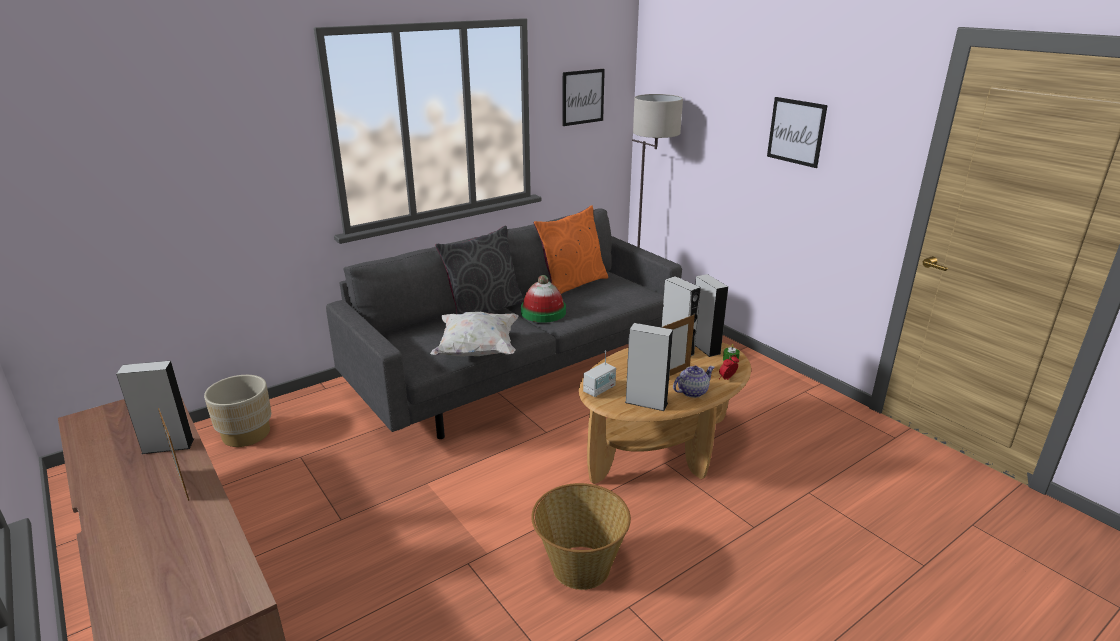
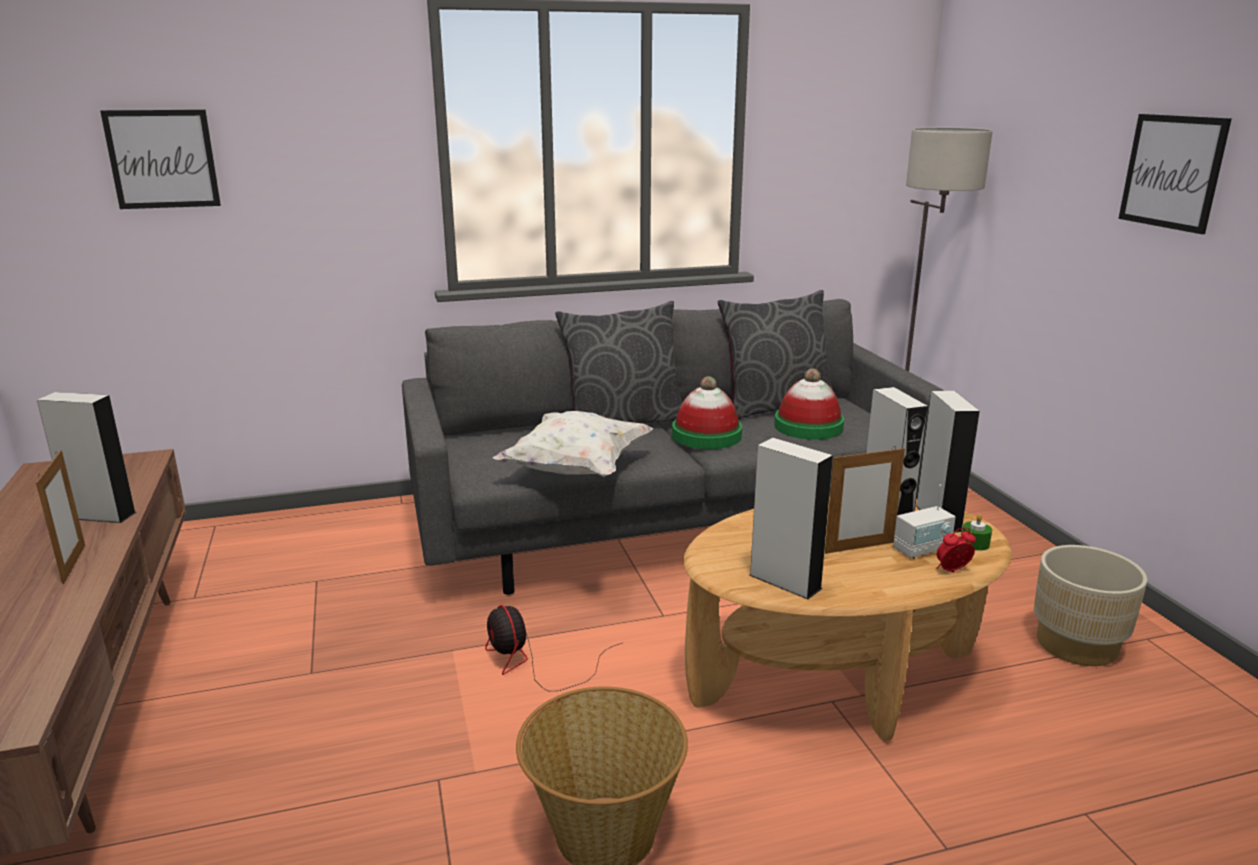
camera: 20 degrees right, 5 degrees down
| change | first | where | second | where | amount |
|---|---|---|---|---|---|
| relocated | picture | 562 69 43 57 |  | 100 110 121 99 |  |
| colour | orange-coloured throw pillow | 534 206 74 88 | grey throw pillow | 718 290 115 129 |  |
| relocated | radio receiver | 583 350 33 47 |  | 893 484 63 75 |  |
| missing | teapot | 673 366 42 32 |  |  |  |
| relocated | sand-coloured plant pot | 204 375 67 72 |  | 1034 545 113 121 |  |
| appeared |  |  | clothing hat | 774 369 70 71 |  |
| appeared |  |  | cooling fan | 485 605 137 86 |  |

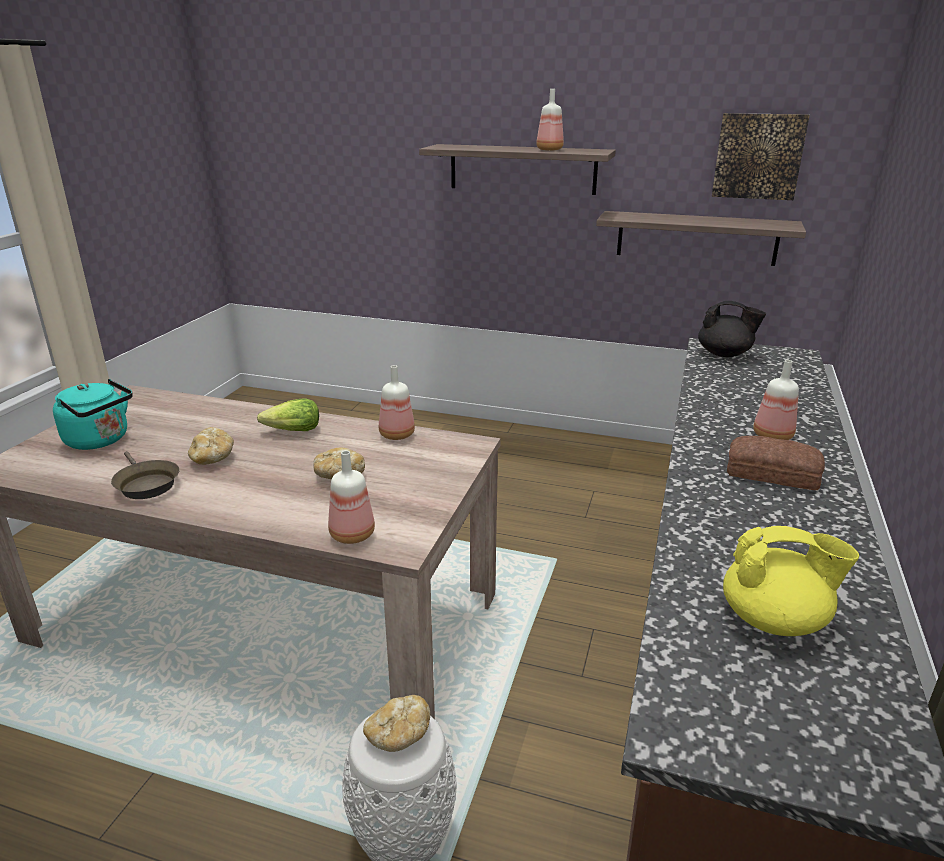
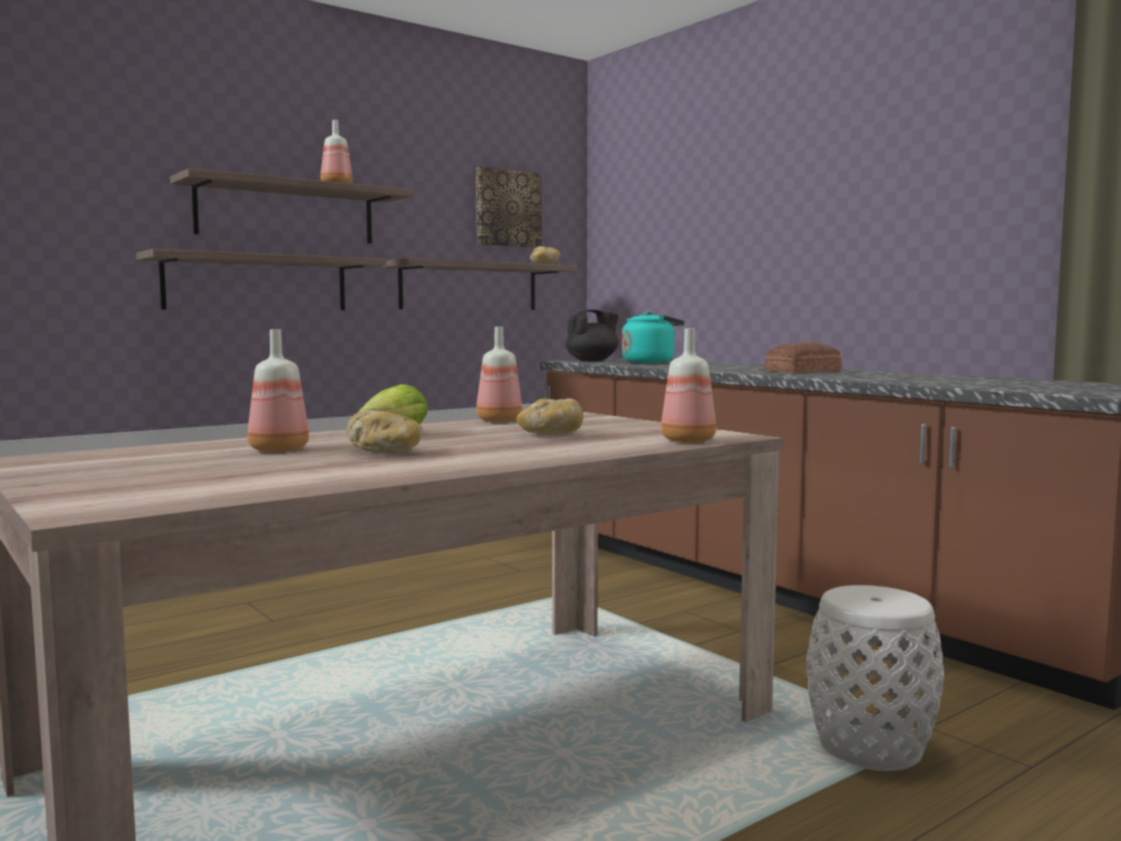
camera: 55 degrees left, 20 degrees down
| change | first | where | second | where | amount |
|---|---|---|---|---|---|
| relocated | bottle | 753 360 46 80 |  | 248 329 61 123 |  |
| relocated | turquoise-coloured water kettle | 53 379 80 71 |  | 622 311 63 52 |  |
| missing | brown-coloured pan | 111 451 69 48 |  |  |  |
| missing | yellow-coloured teapot | 723 526 136 110 |  |  |  |
| relocated | baked bread | 363 695 67 57 |  | 530 246 30 18 |  |
| appeared |  |  | wall shelf | 136 249 250 61 |  |

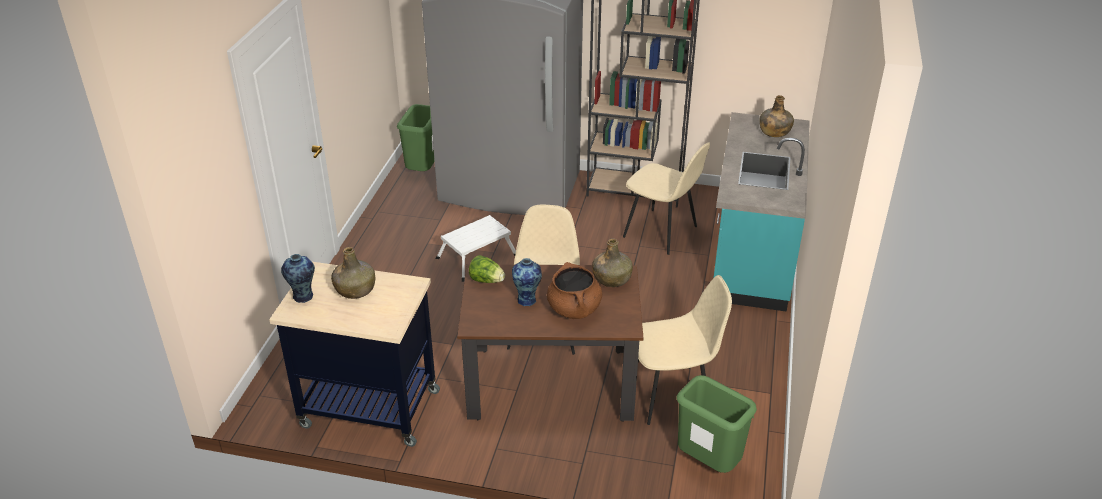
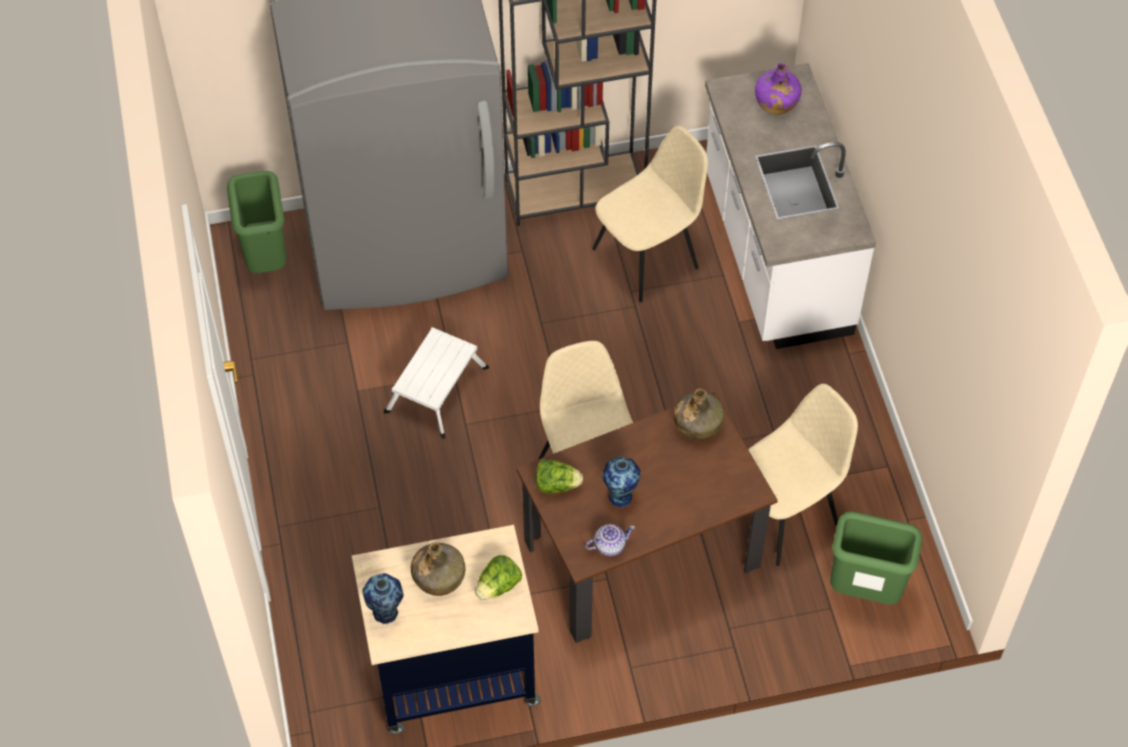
camera: 25 degrees left, 20 degrees up
| change | first | where | second | where | amount |
|---|---|---|---|---|---|
| colour | green-coloured bottle | 759 95 35 42 | purple-coloured bottle | 755 63 46 52 |  |
| colour | turquoise-coloured kitchen base unit | 714 112 96 200 | whitish kitchen base unit | 705 63 171 286 |  |
| spun | sand-coloured plain chair | 623 142 87 113 |  | 592 126 116 176 | 45 degrees counterclockwise |
| missing | brown-coloured cooking pot | 547 262 55 57 |  |  |  |
| appeared |  |  | teapot | 585 524 50 32 |  |
| appeared |  |  | lettuce | 475 555 47 45 |  |

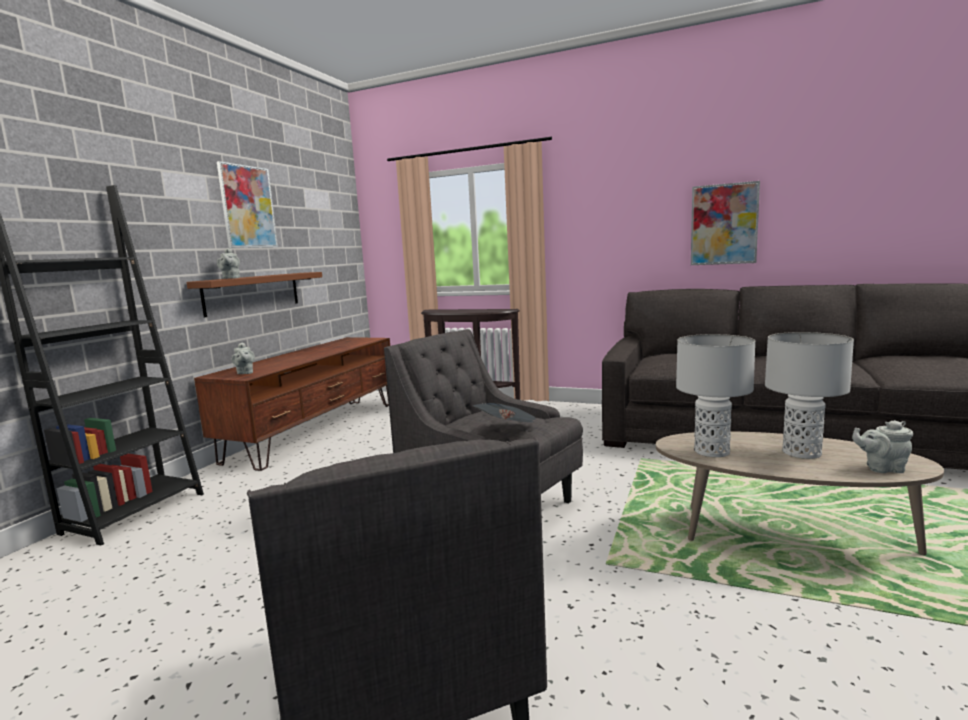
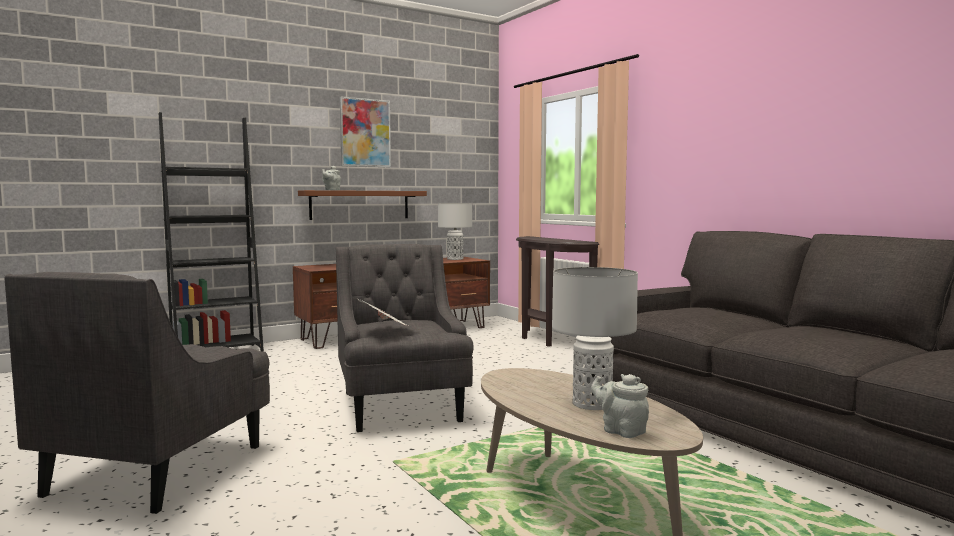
camera: 35 degrees right, 5 degrees down
| change | first | where | second | where | amount |
|---|---|---|---|---|---|
| missing | picture | 691 181 69 84 |  |  |  |
| relocated | whitish table lamp | 676 334 79 123 |  | 438 203 34 57 |  |
| missing | grey teapot | 232 343 23 31 |  |  |  |

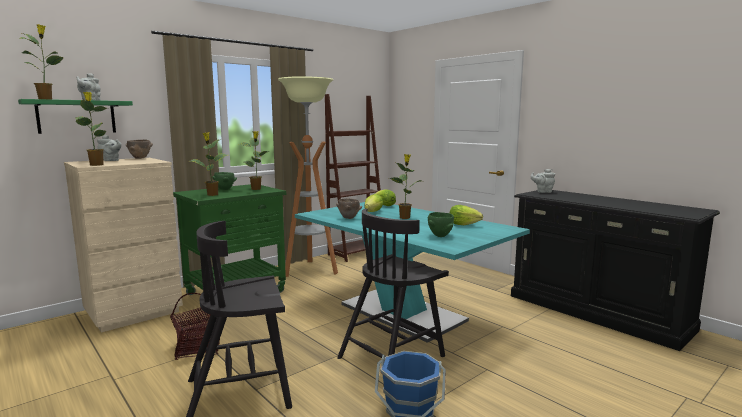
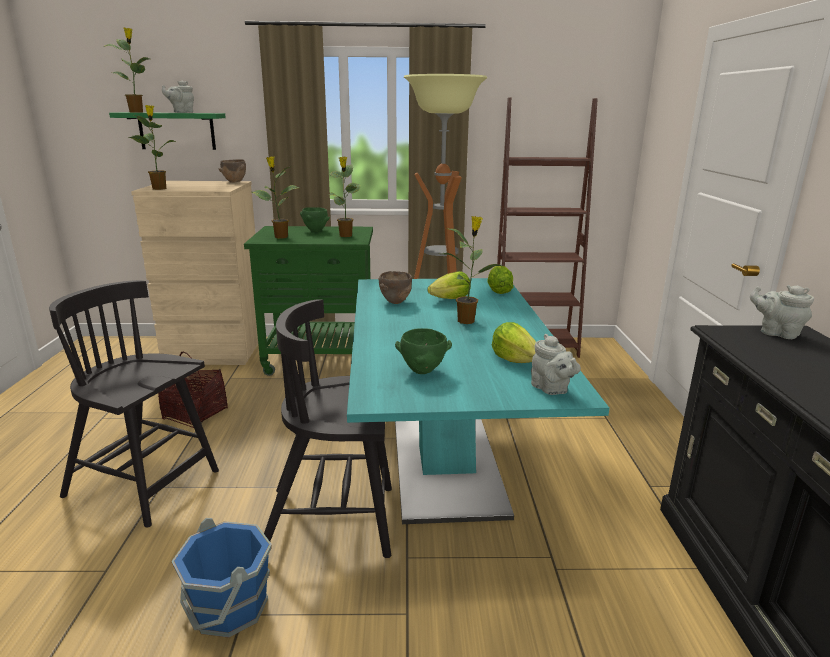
camera: 40 degrees right, 10 degrees up
| change | first | where | second | where | amount |
|---|---|---|---|---|---|
| relocated | grey teapot | 97 135 24 26 |  | 531 334 50 61 |  |

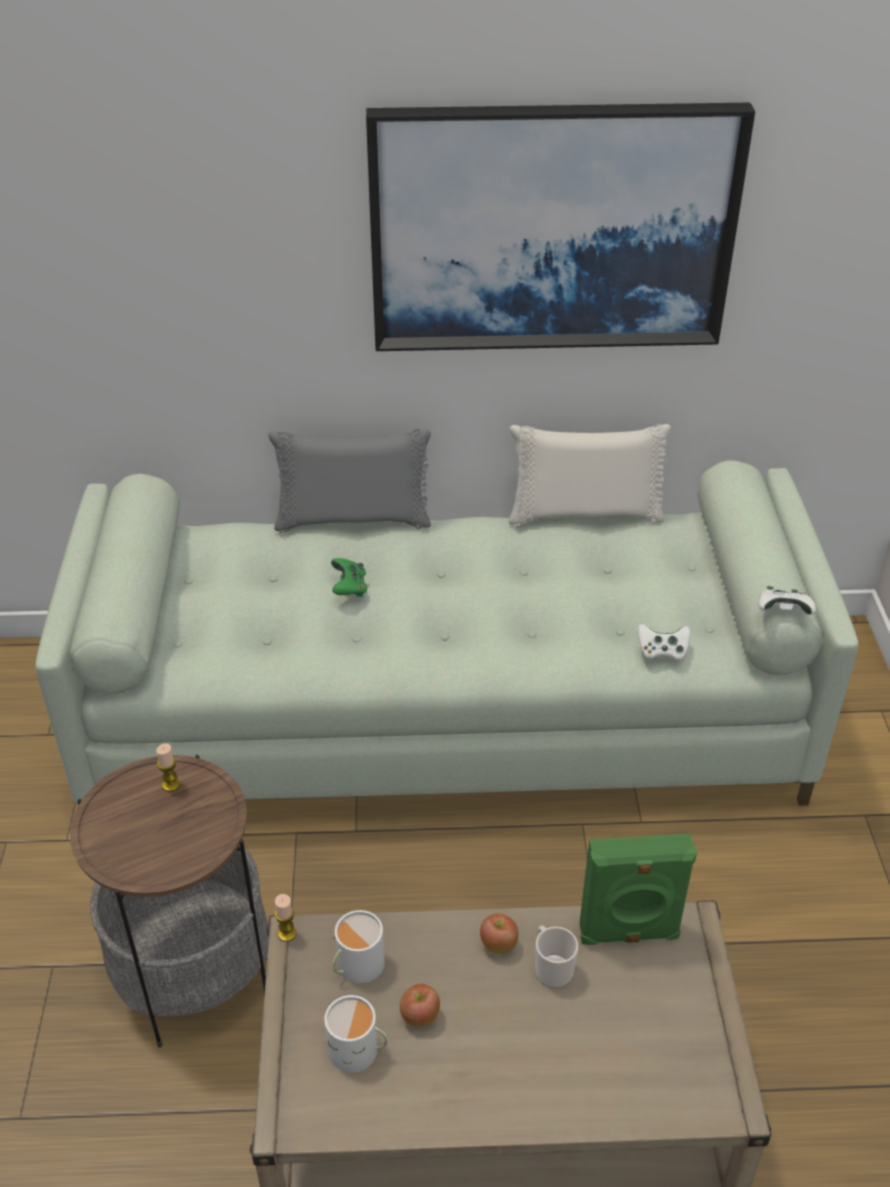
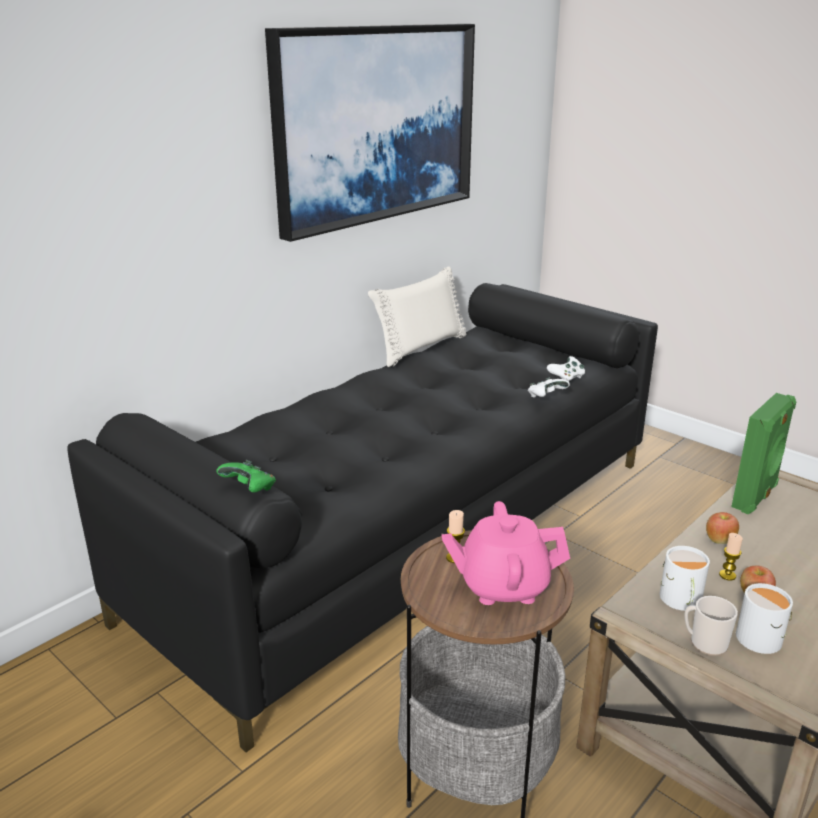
camera: 45 degrees left, 15 degrees down
| change | first | where | second | where | amount |
|---|---|---|---|---|---|
| missing | grey throw pillow | 268 429 163 104 |  |  |  |
| colour | whitish couch | 35 460 824 346 | blackish couch | 67 283 591 469 |  |
| relocated | green-coloured joypad | 331 558 36 39 |  | 216 460 60 33 |  |
| relocated | whitish joypad | 758 586 58 29 |  | 528 377 42 21 |  |
| relocated | wax candle | 275 894 22 48 |  | 719 533 24 48 |  |
| relocated | mug | 536 926 42 62 |  | 684 596 54 60 |  |
| appeared |  |  | pinkish teapot | 441 501 129 104 |  |

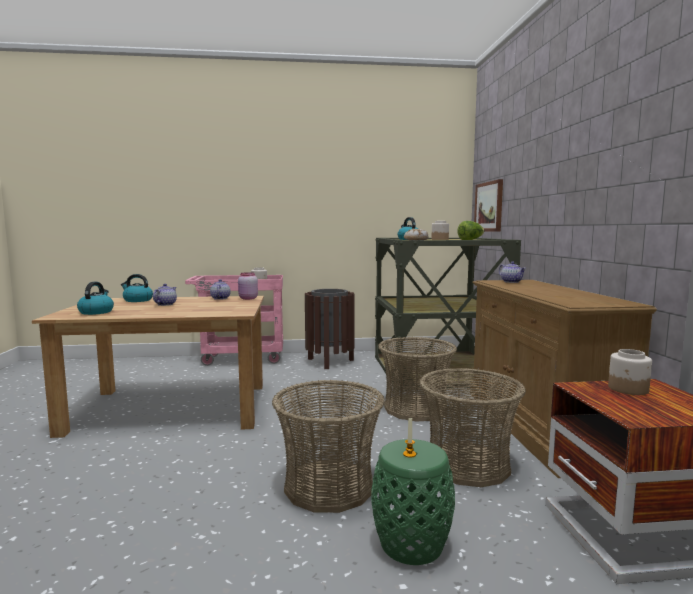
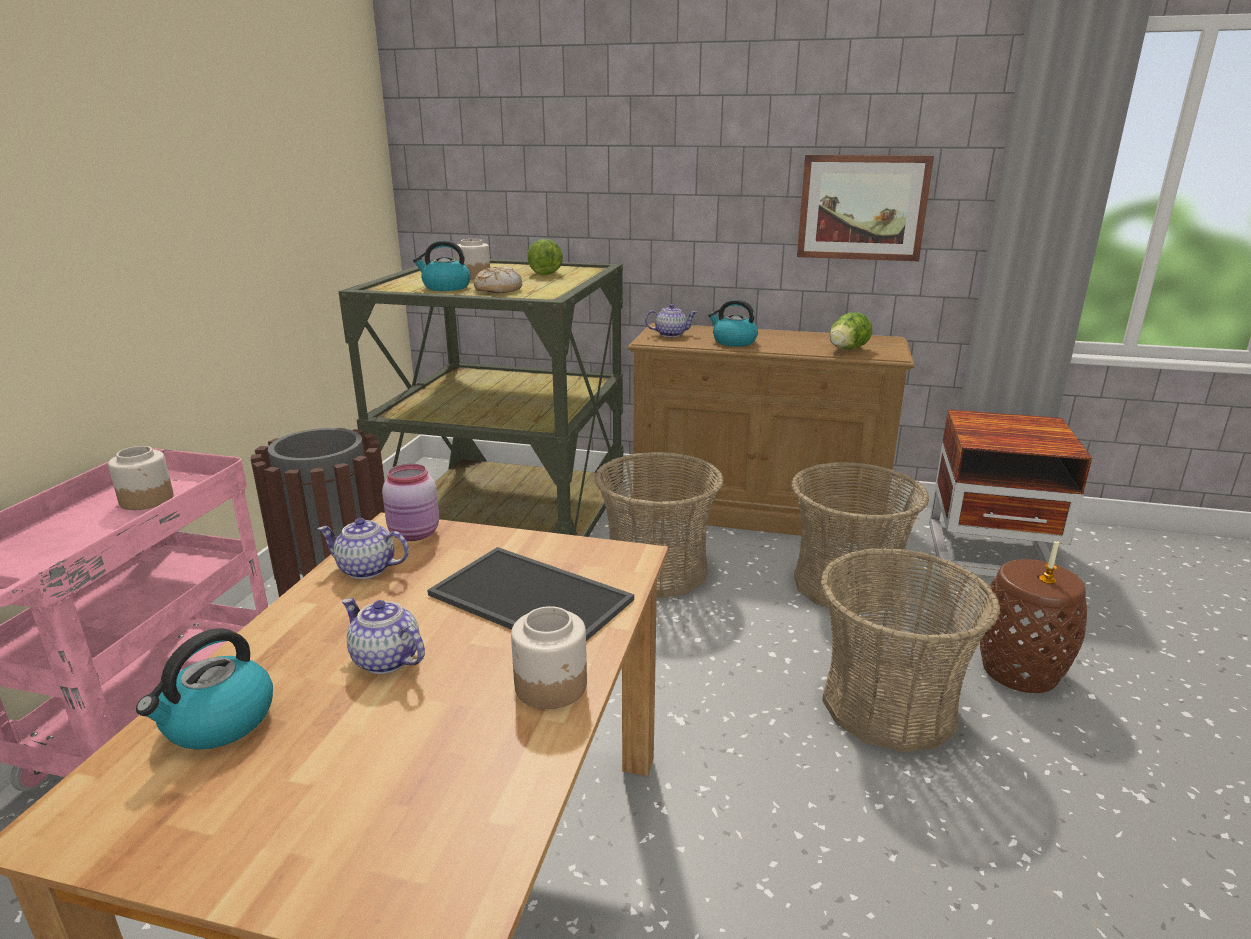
camera: 70 degrees left, 15 degrees up
| change | first | where | second | where | amount |
|---|---|---|---|---|---|
| relocated | picture | 474 179 29 53 |  | 797 155 137 106 |  |
| relocated | water kettle | 77 282 37 33 |  | 708 299 50 48 |  |
| relocated | preserve jar | 608 349 44 46 |  | 511 606 76 103 |  |
| colour | green-coloured stool seat | 371 439 84 126 | brown-coloured stool seat | 980 559 107 134 |  |
| appeared |  |  | lettuce | 830 312 42 38 |  |
| appeared |  |  | carrying tray | 427 547 207 94 |  |

